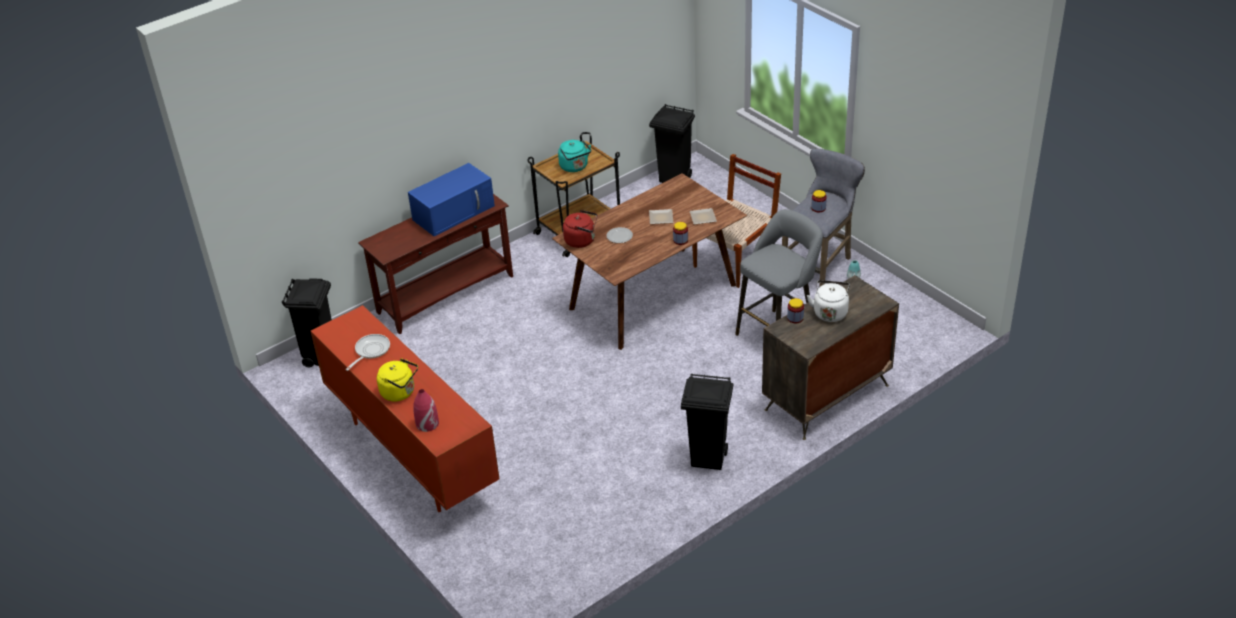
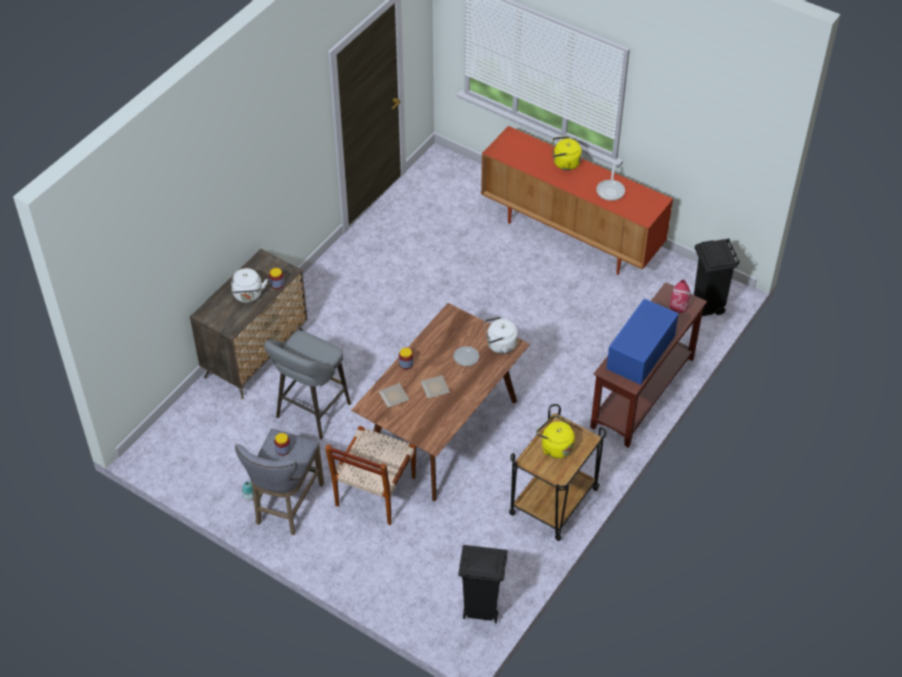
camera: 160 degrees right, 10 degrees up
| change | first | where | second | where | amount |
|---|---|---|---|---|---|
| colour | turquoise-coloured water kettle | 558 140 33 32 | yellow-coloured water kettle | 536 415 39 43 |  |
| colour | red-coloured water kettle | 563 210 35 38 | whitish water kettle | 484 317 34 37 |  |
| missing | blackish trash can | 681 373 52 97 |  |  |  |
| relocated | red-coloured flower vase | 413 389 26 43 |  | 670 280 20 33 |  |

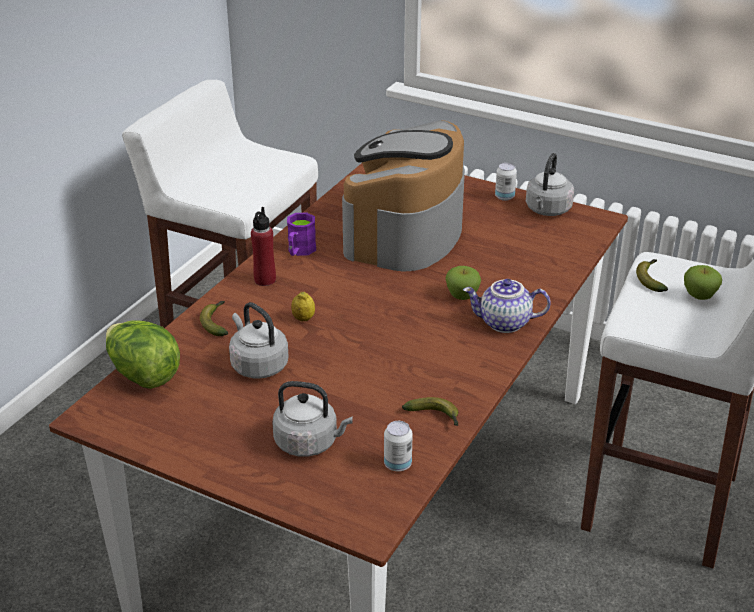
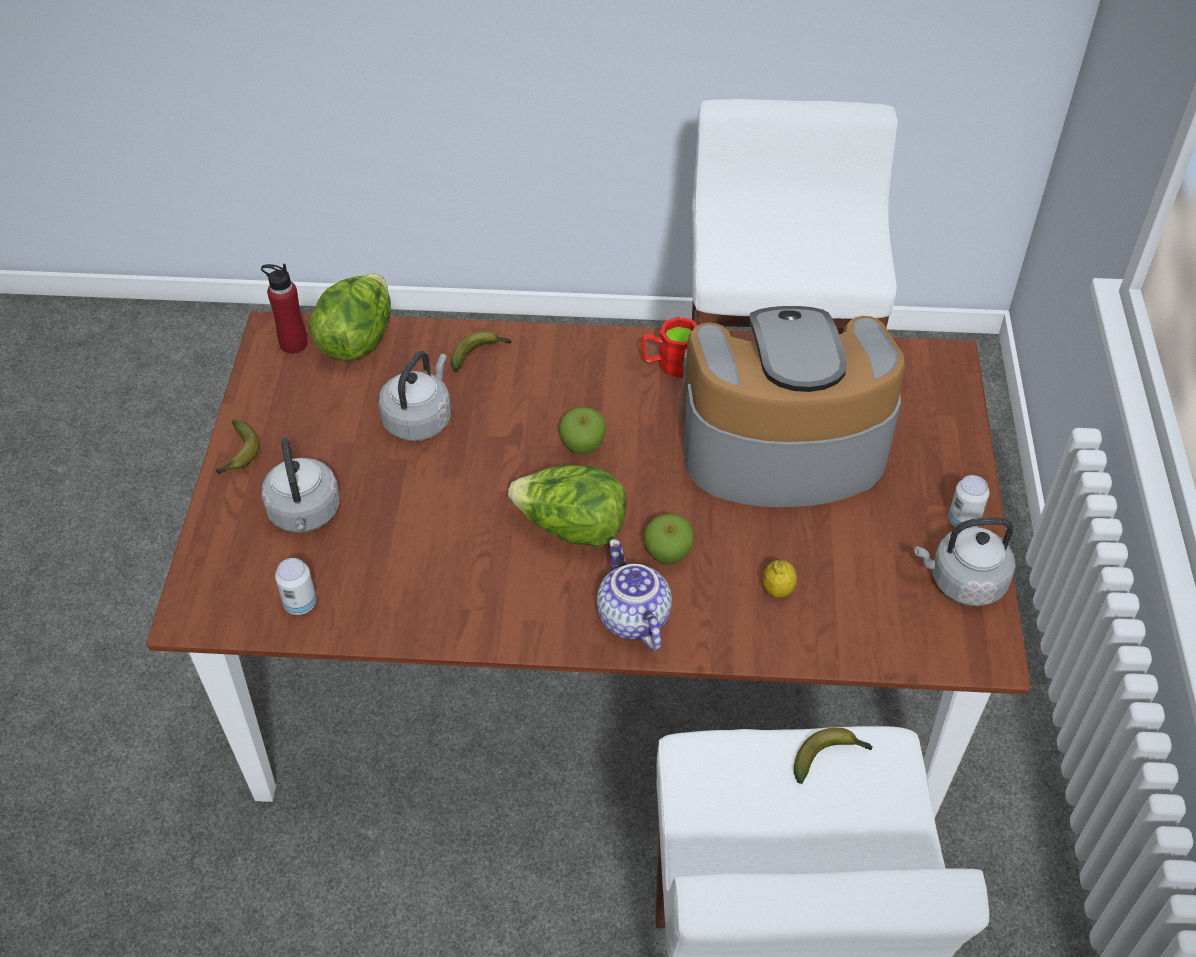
camera: 65 degrees right, 15 degrees up
| change | first | where | second | where | amount |
|---|---|---|---|---|---|
| relocated | red-coloured bottle | 251 207 25 79 |  | 261 264 47 90 |  |
| colour | purple-coloured mug | 287 213 29 43 | red-coloured mug | 641 317 57 61 |  |
| relocated | apple fruit | 684 265 38 35 |  | 559 407 48 48 |  |
| relocated | citrus fruit | 291 292 24 29 |  | 762 560 35 38 |  |
| relocated | whole banana | 402 397 56 29 |  | 216 420 43 55 |  |
| appeared |  |  | lettuce | 508 465 119 82 |  |

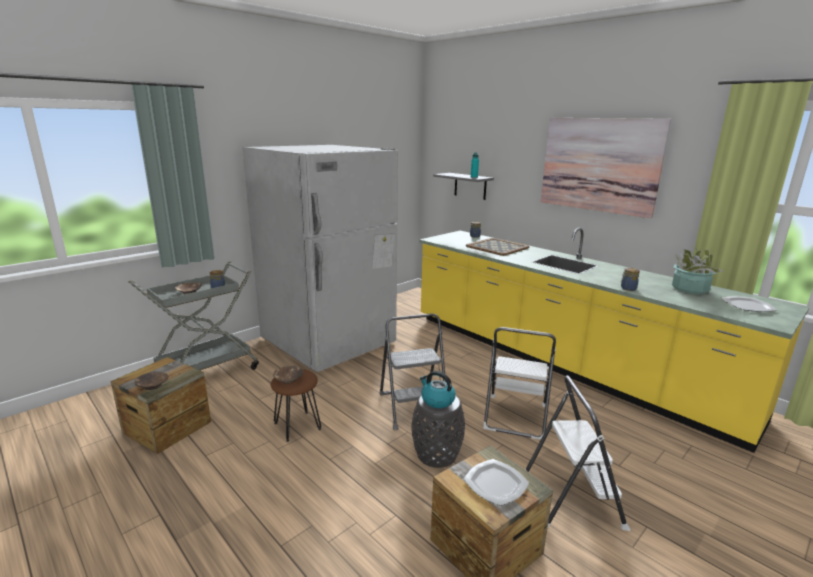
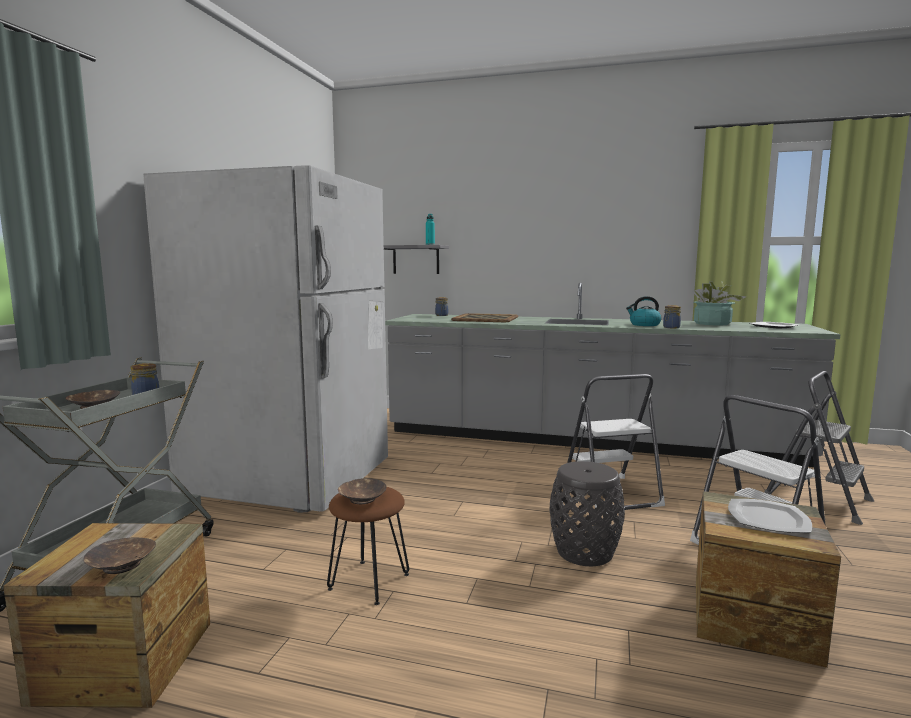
camera: 30 degrees left, 10 degrees down
| change | first | where | second | where | amount |
|---|---|---|---|---|---|
| missing | picture | 541 118 131 100 |  |  |  |
| colour | yellow-coloured kitchen base unit | 419 228 391 225 | grey kitchen base unit | 385 282 456 185 |  |
| relocated | grey step stool | 380 314 66 116 |  | 764 371 110 154 |  |
| relocated | water kettle | 420 371 36 37 |  | 626 296 36 30 |  |

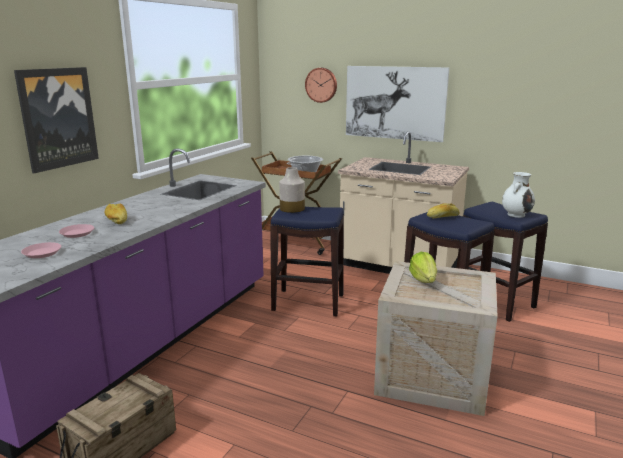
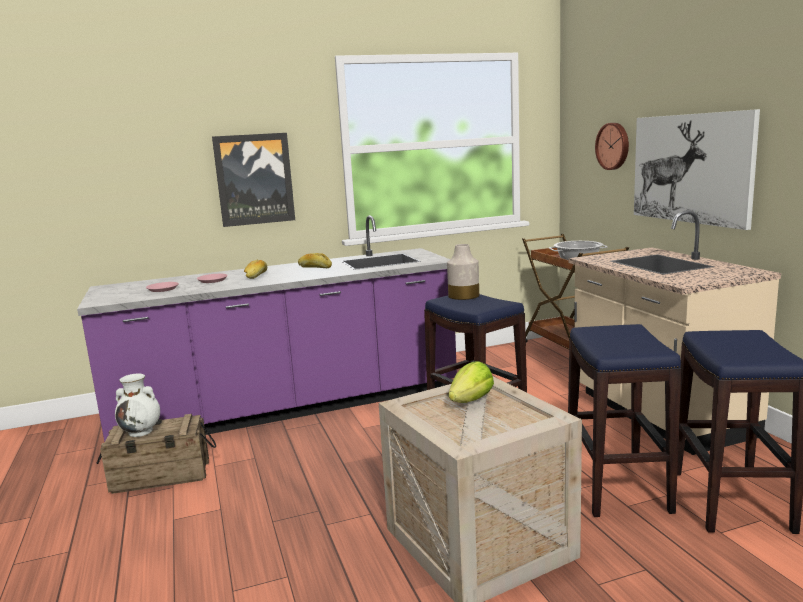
camera: 45 degrees right, 5 degrees down
| change | first | where | second | where | amount |
|---|---|---|---|---|---|
| relocated | whitish flower vase | 502 172 33 46 |  | 115 374 45 63 |  |
| relocated | baked bread | 427 203 33 15 |  | 298 253 34 15 |  |

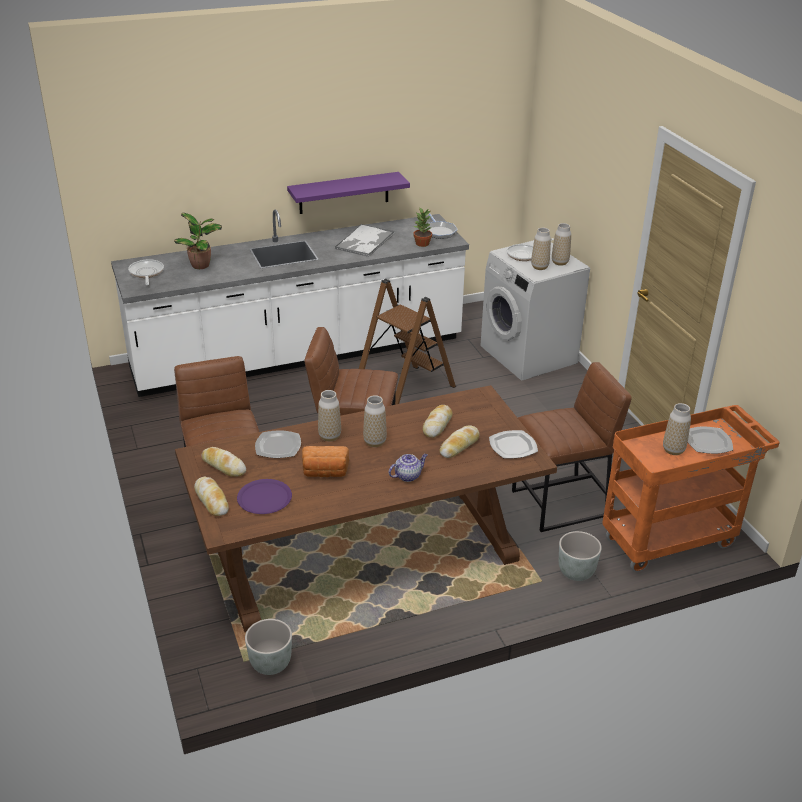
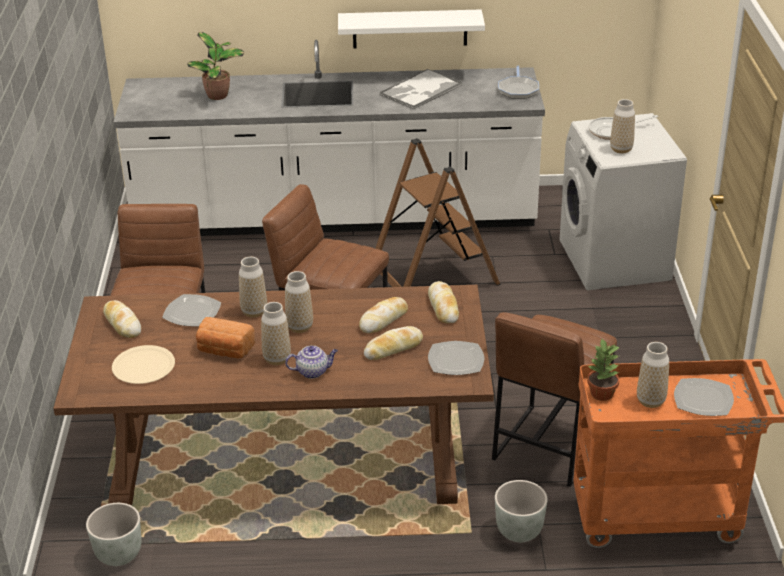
camera: 20 degrees right, 0 degrees up
| change | first | where | second | where | amount |
|---|---|---|---|---|---|
| colour | purple-coloured wall shelf | 287 172 123 42 | whitish wall shelf | 338 9 147 40 |  |
| relocated | houseplant | 413 208 19 39 |  | 587 339 32 62 |  |
| relocated | flower vase | 552 223 19 43 |  | 261 302 30 63 |  |
| missing | pan | 128 259 36 26 |  |  |  |
| spun | brown-coloured plain chair | 512 362 120 170 |  | 492 312 125 175 | 120 degrees clockwise |
| relocated | baked bread | 194 477 35 39 |  | 428 281 31 43 |  |
| colour | purple-coloured plate | 237 479 55 35 | sand-coloured plate | 112 345 63 39 |  |

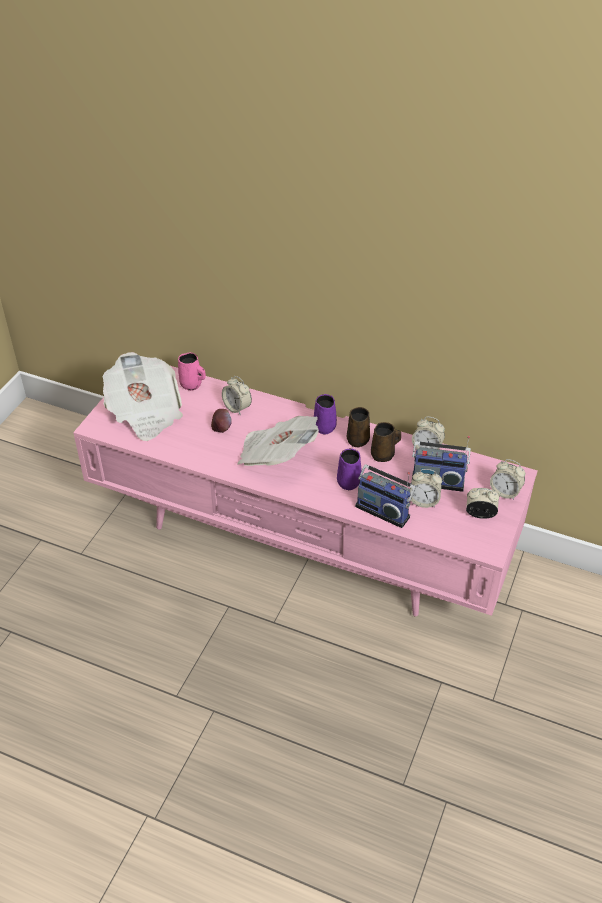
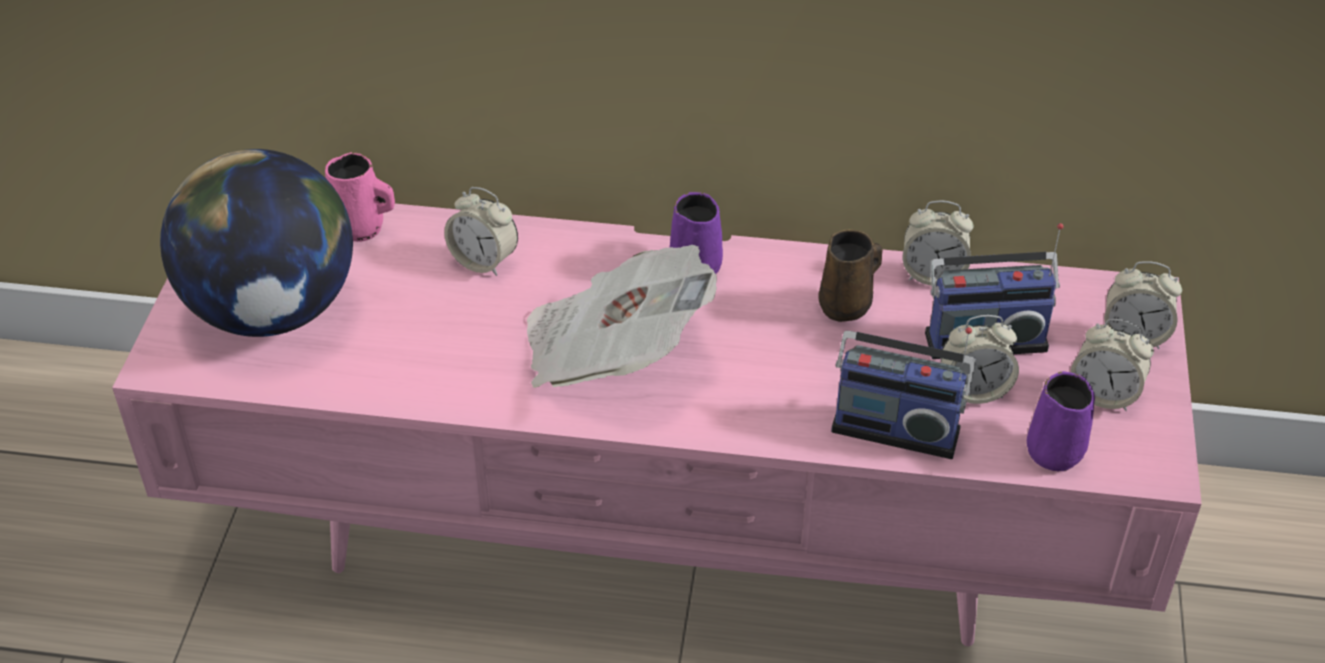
camera: 15 degrees left, 0 degrees up
| change | first | where | second | where | amount |
|---|---|---|---|---|---|
| exchanged | daily paper | 103 352 80 89 | desk globe | 160 149 193 188 |  |
| missing | brown-coloured mug | 347 407 23 40 |  |  |  |
| missing | apple fruit | 211 409 21 24 |  |  |  |
| relocated | purple-coloured mug | 337 448 24 42 |  | 1027 371 68 101 |  |
| spun | alarm clock | 466 488 33 31 |  | 1071 319 83 92 | 150 degrees counterclockwise |

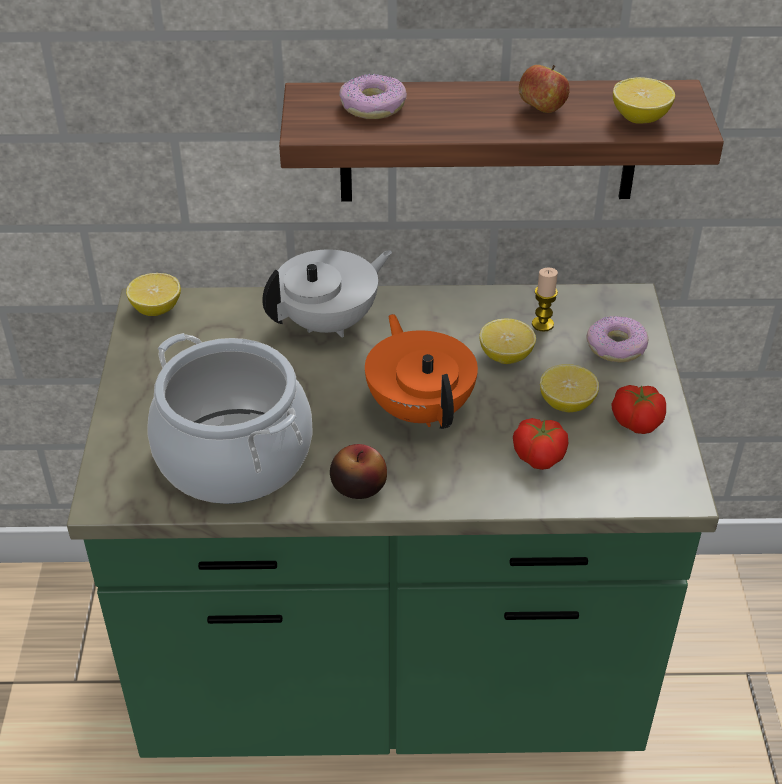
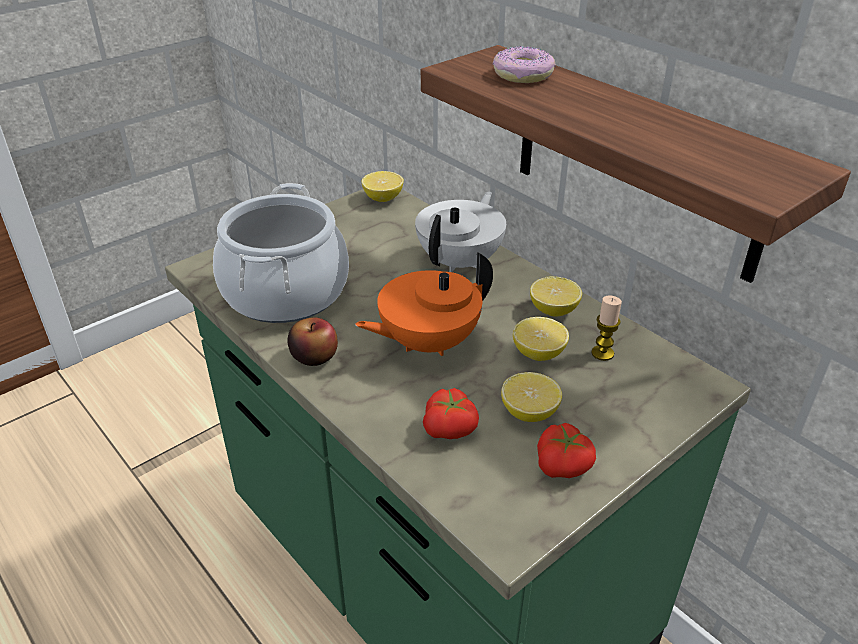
camera: 50 degrees right, 5 degrees down
| change | first | where | second | where | amount |
|---|---|---|---|---|---|
| missing | apple fruit | 519 65 51 48 |  |  |  |
| relocated | citrus fruit | 613 77 62 46 |  | 530 276 52 41 |  |
| spun | whitish teapot | 262 250 130 87 |  | 415 191 91 81 | 75 degrees counterclockwise |
| spun | orange-coloured teapot | 365 314 113 115 |  | 355 252 138 104 | 150 degrees counterclockwise |
| missing | donut | 587 316 62 47 |  |  |  |

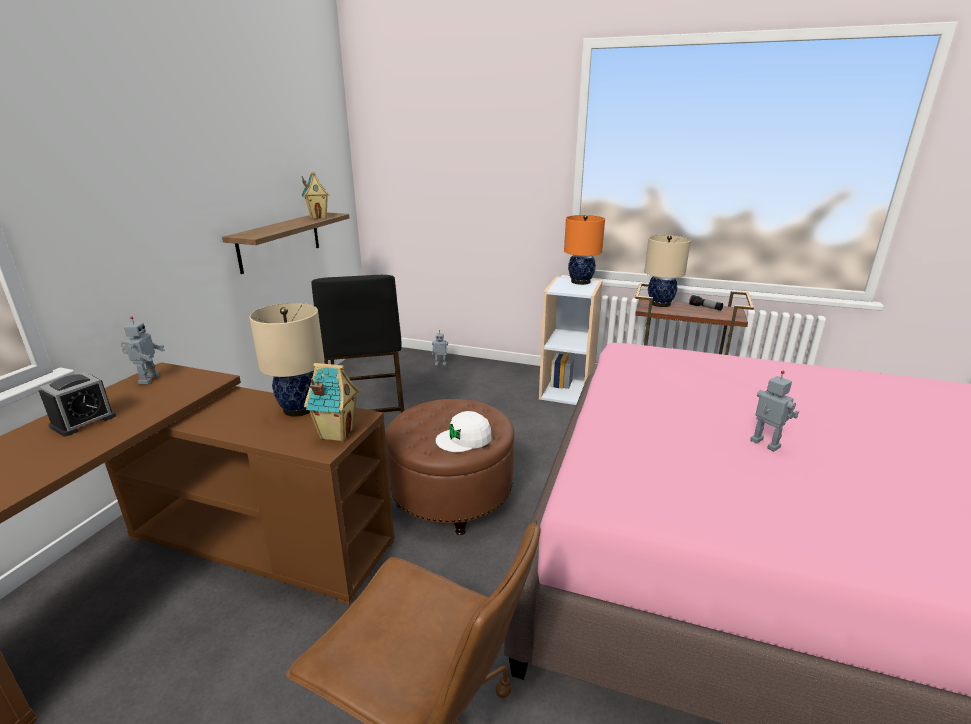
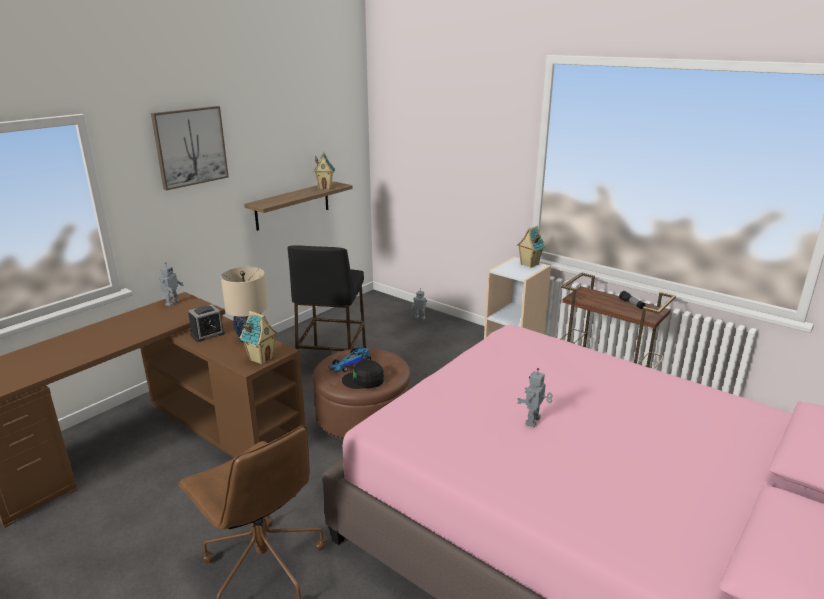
camera: 20 degrees right, 0 degrees up
| change | first | where | second | where | amount |
|---|---|---|---|---|---|
| exchanged | orange-coloured table lamp | 564 215 41 70 | model house | 517 226 29 42 |  |
| missing | sand-coloured table lamp | 644 235 47 72 |  |  |  |
| spun | model robot | 750 371 49 80 |  | 517 368 36 59 | 135 degrees counterclockwise |
| relocated | alarm clock | 39 372 77 64 |  | 188 304 37 38 |  |
| colour | whitish peaked cap | 436 411 55 41 | blackish peaked cap | 342 360 42 29 |  |
| appeared |  |  | picture | 151 106 78 84 |  |
| appeared |  |  | model car | 328 346 43 26 |  |

